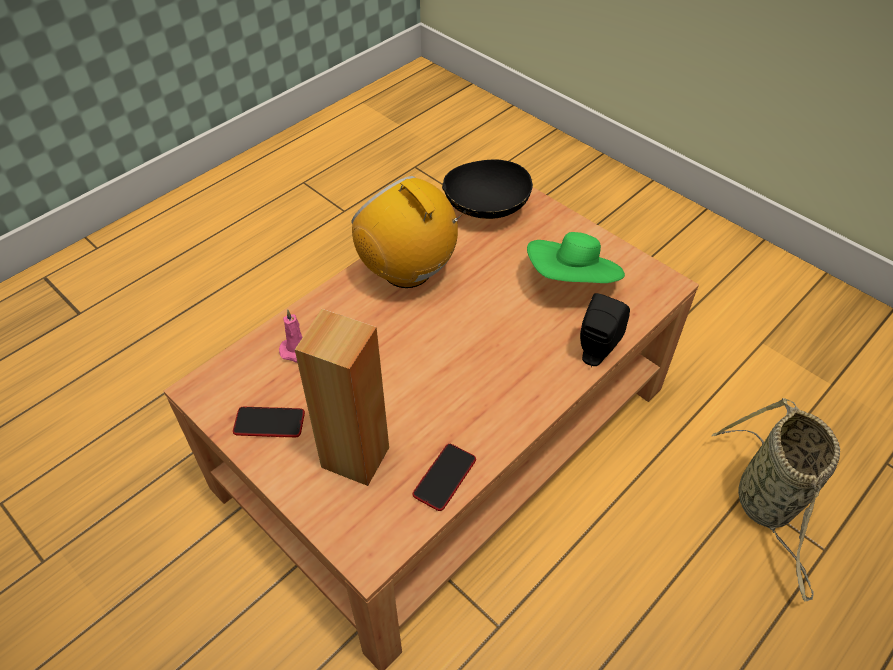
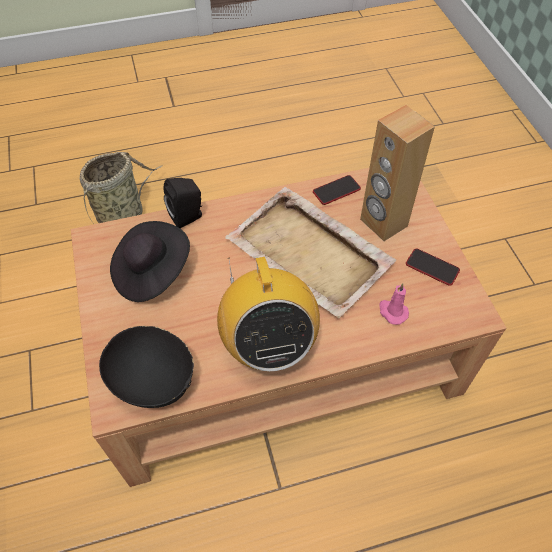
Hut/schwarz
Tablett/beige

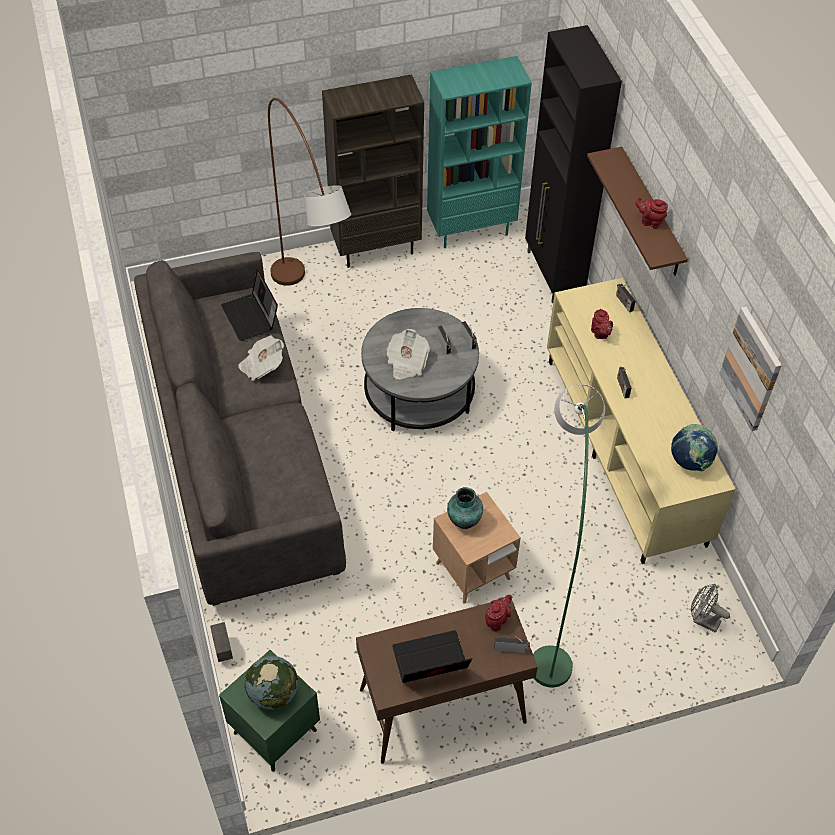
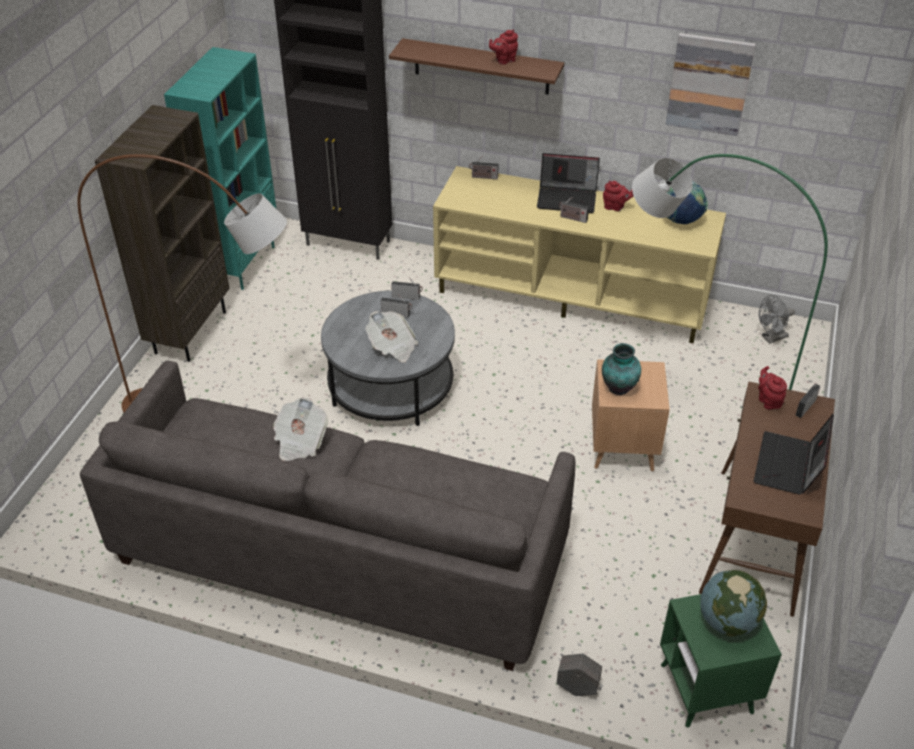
Laptop (no. 1 from left)
Teekanne/rot (no. 2 from left)

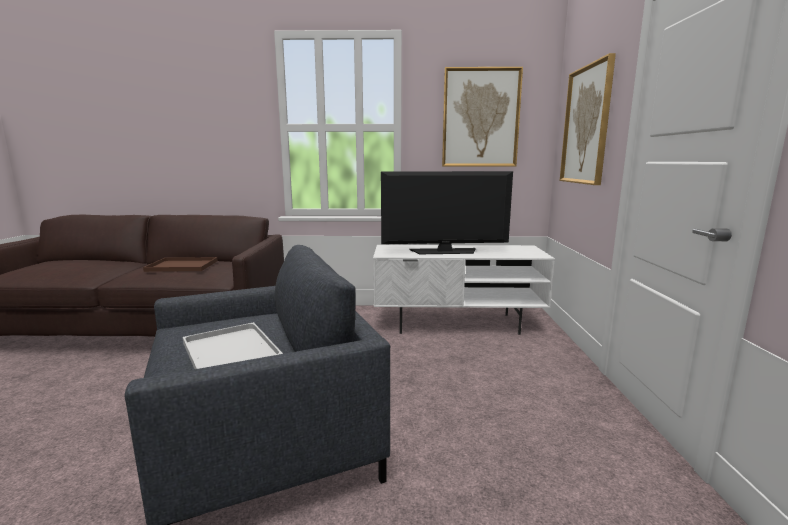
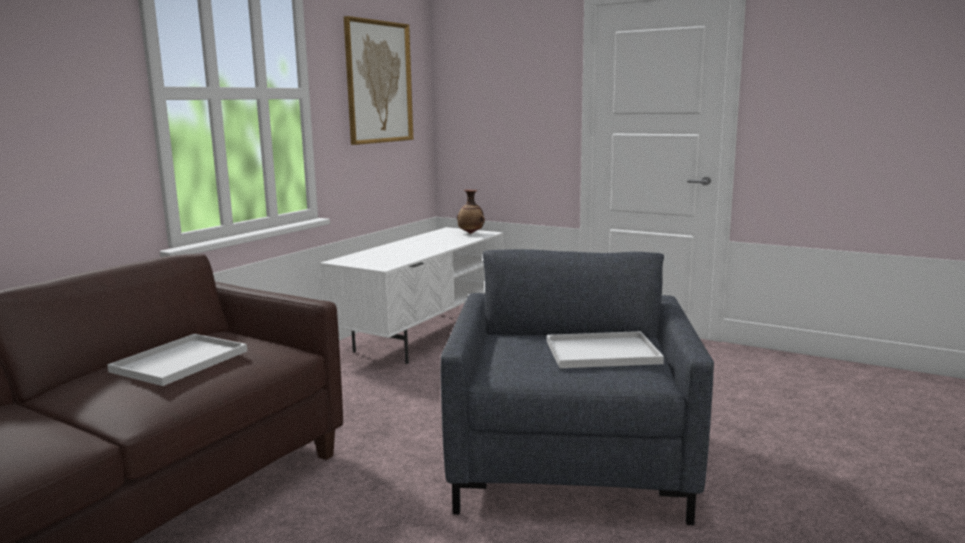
Bild (no. 2 from left in the first image)
Fernseher
Tablett/weiß (no. 1 from left)
Vase

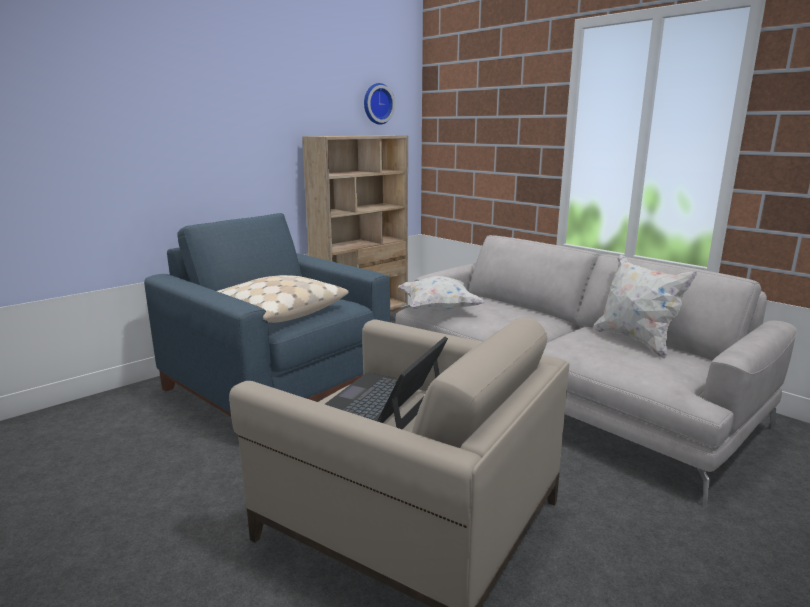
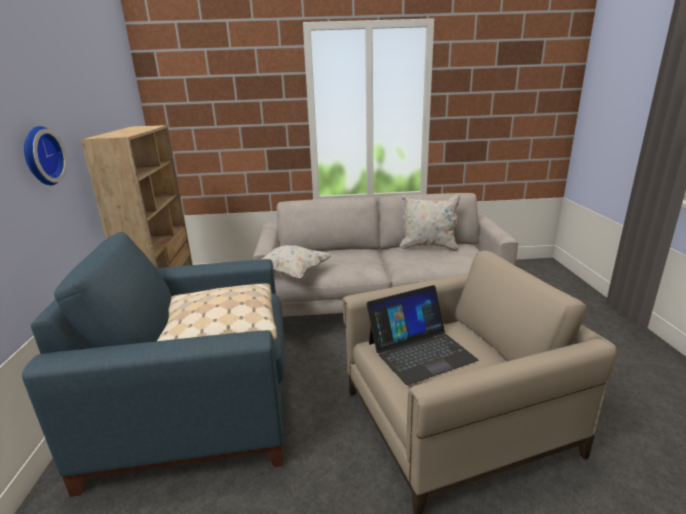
Wanduhr
Laptop

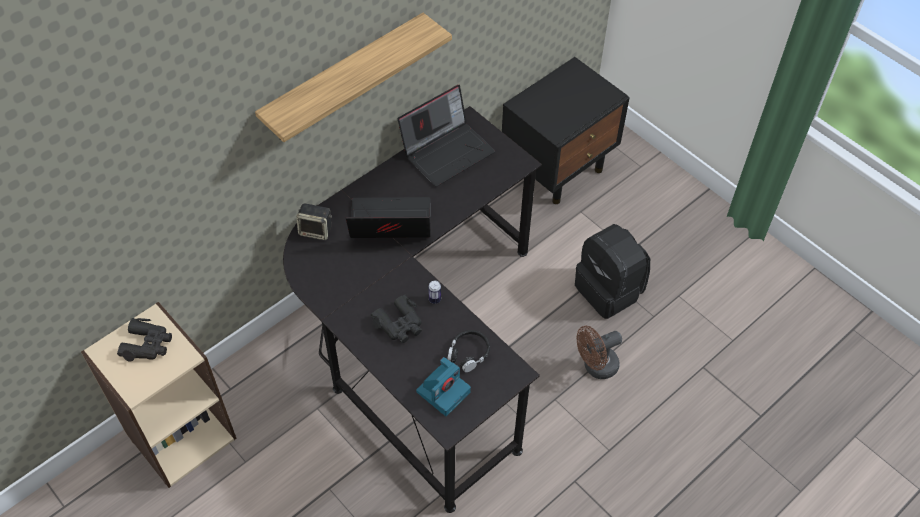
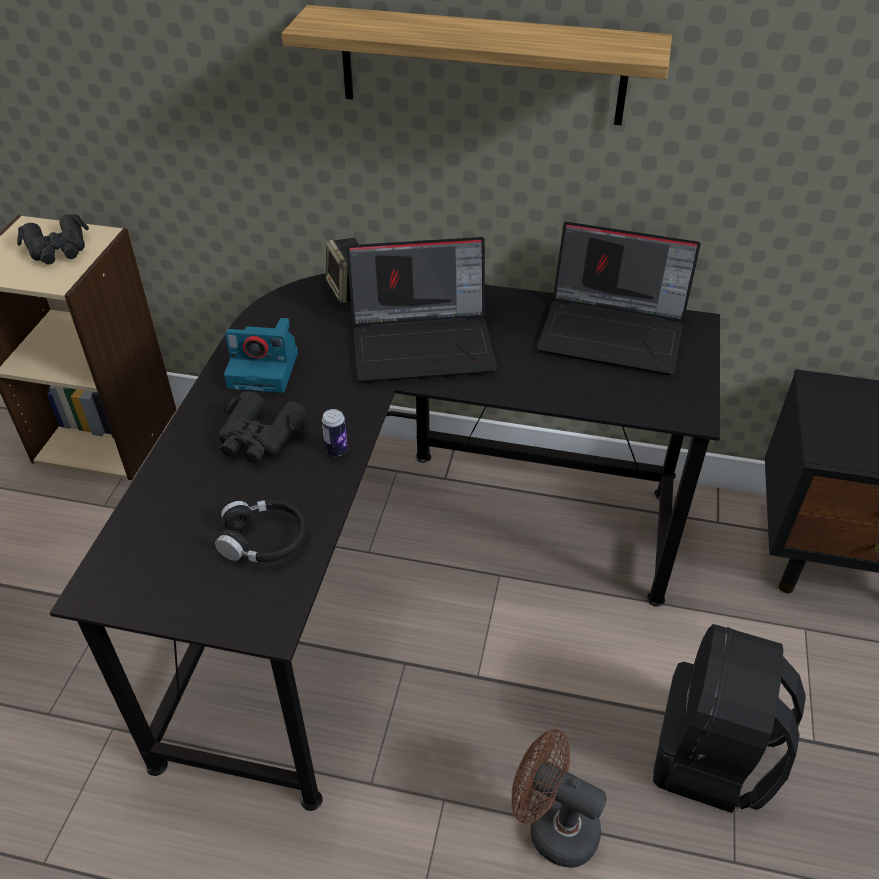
Laptop (no. 1 from left)
Kamera

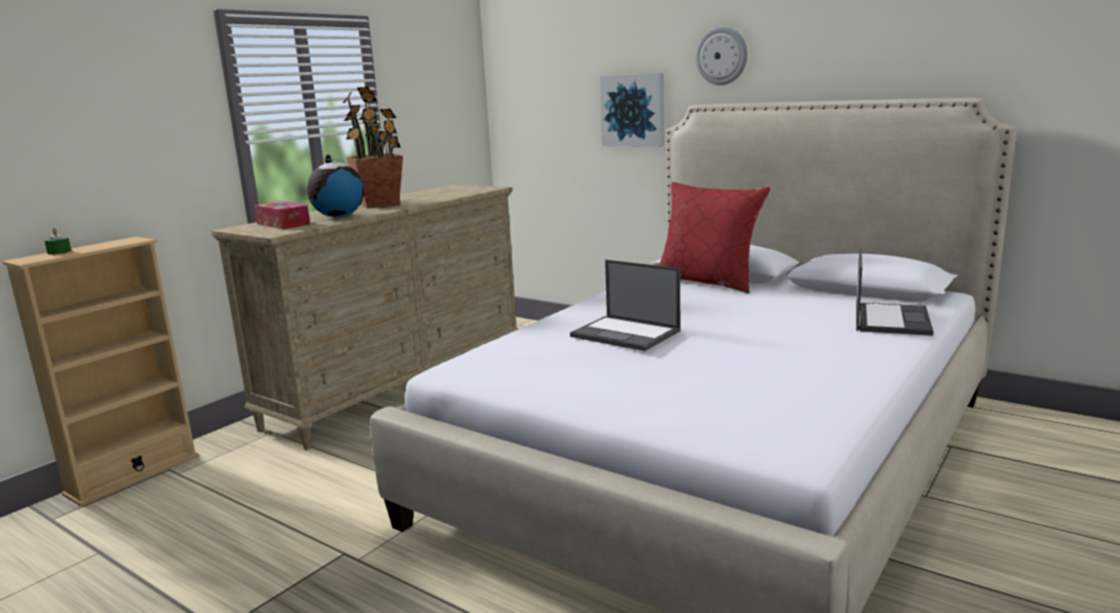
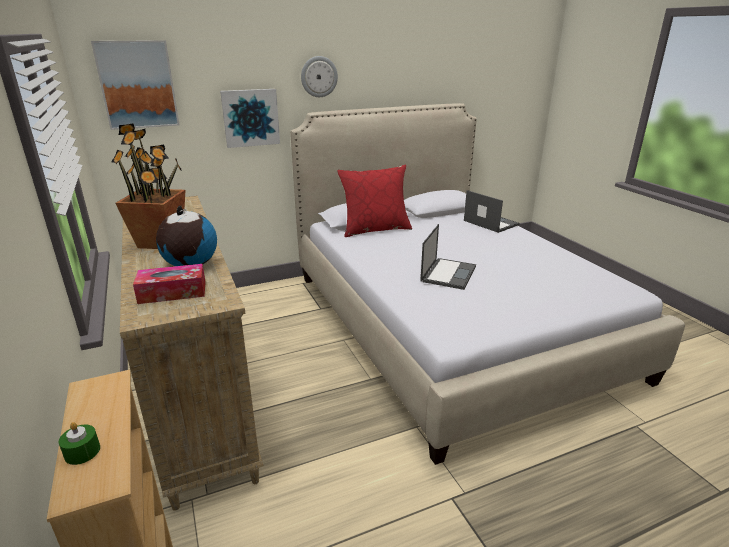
Laptop (no. 1 from left)
Bild (no. 1 from left)

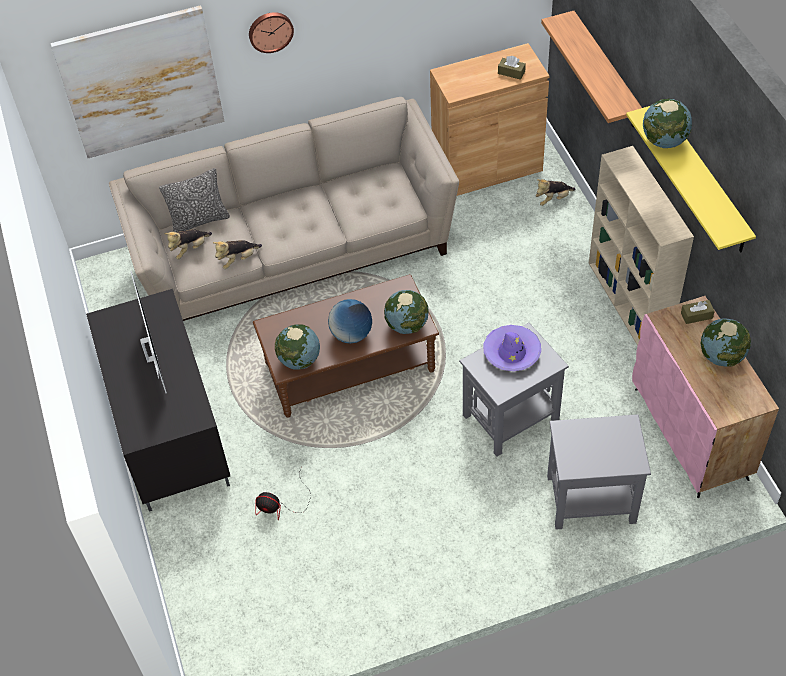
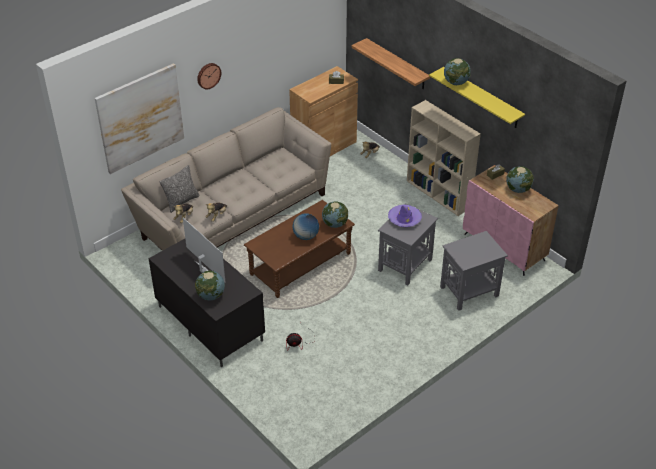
Globus (no. 1 from left)

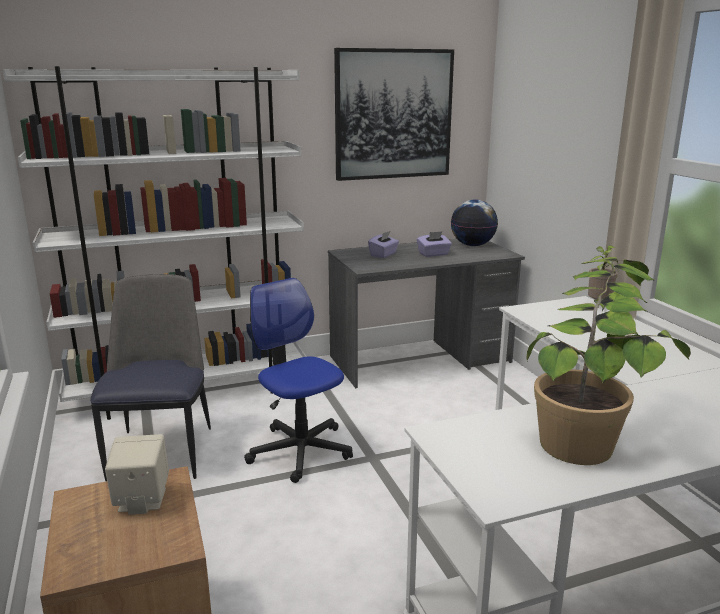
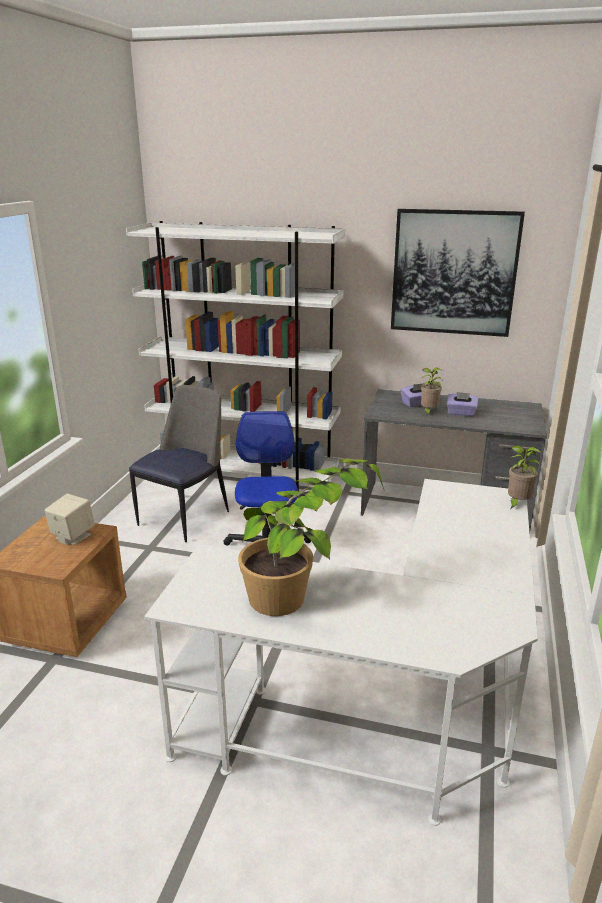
Globus
Topfpflanze (no. 2 from left)

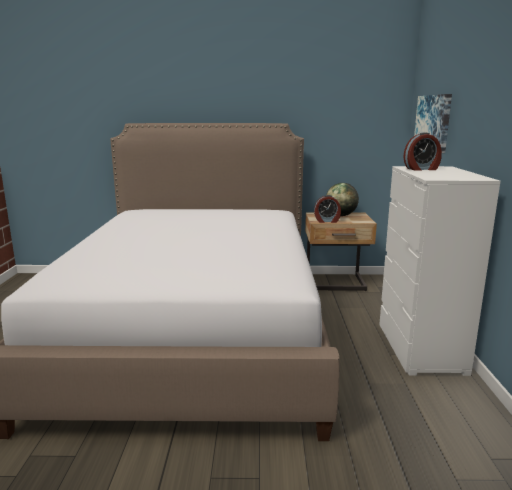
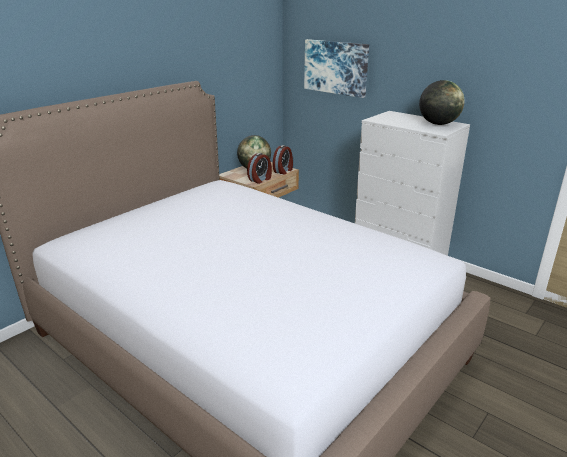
Wecker (no. 2 from left)
Globus (no. 2 from left)

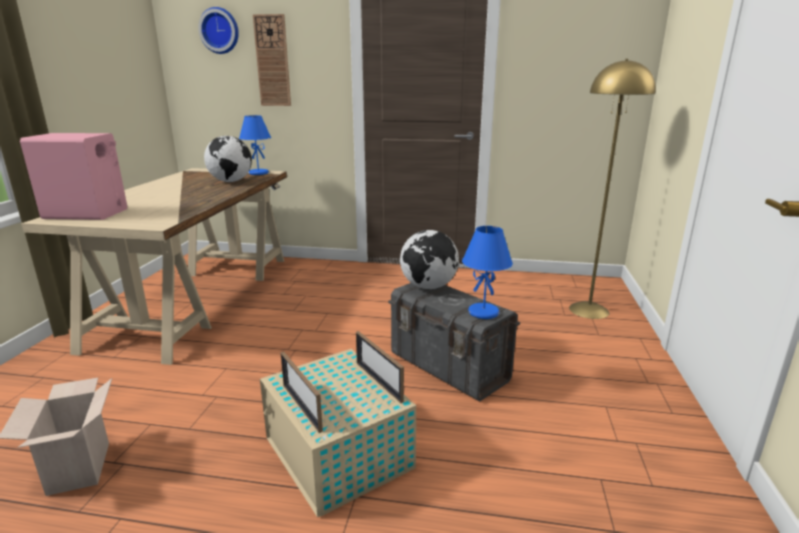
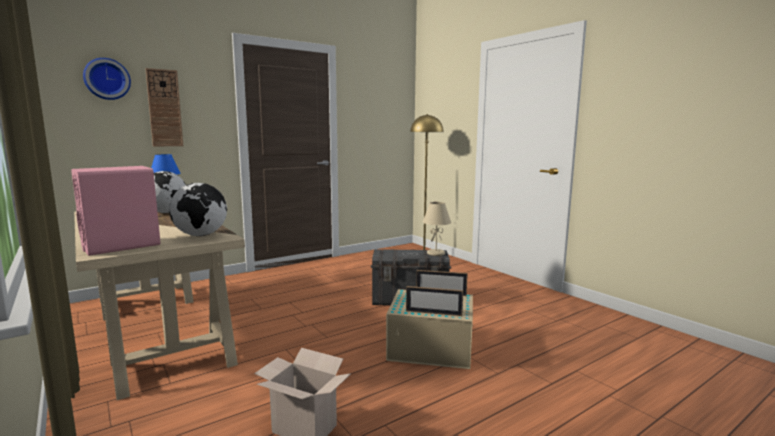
Tischlampe/beige
Globus (no. 2 from left)

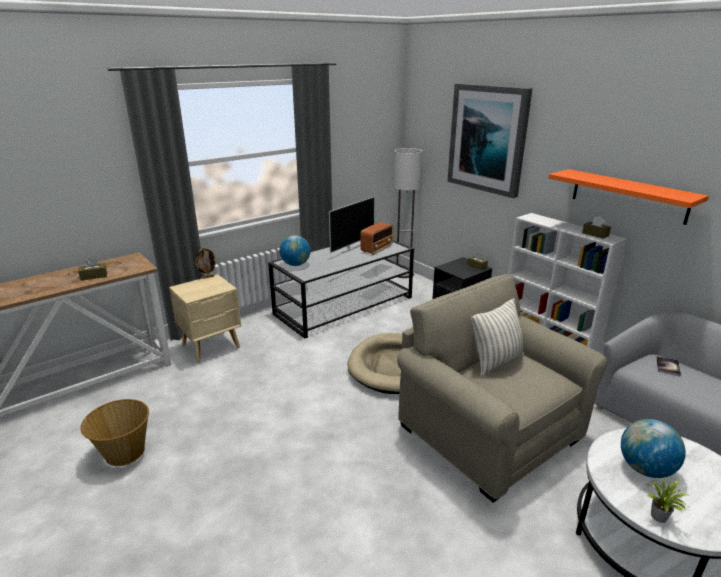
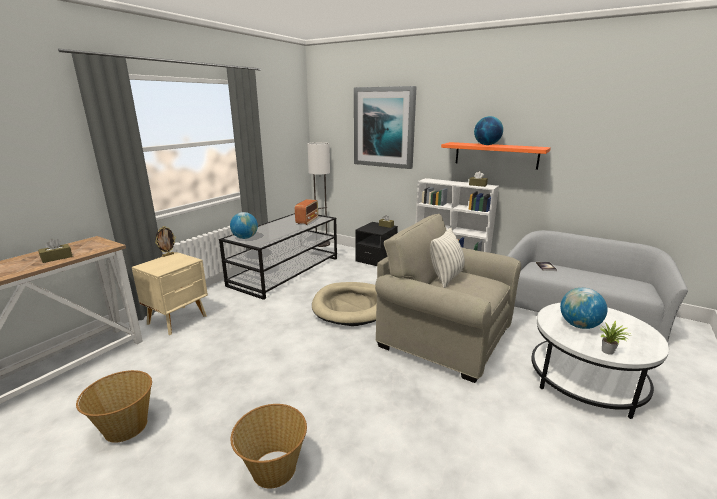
Fernseher
Globus (no. 2 from left)
Korb (no. 2 from left)

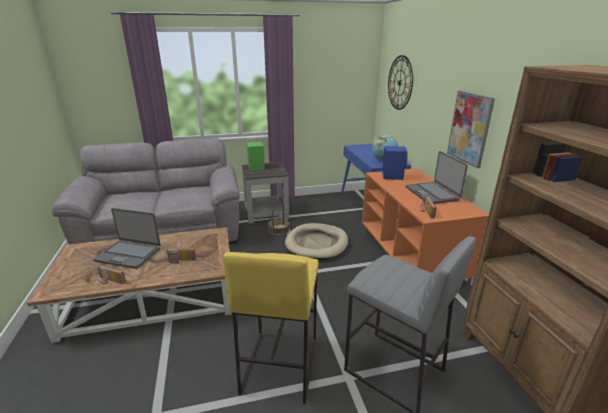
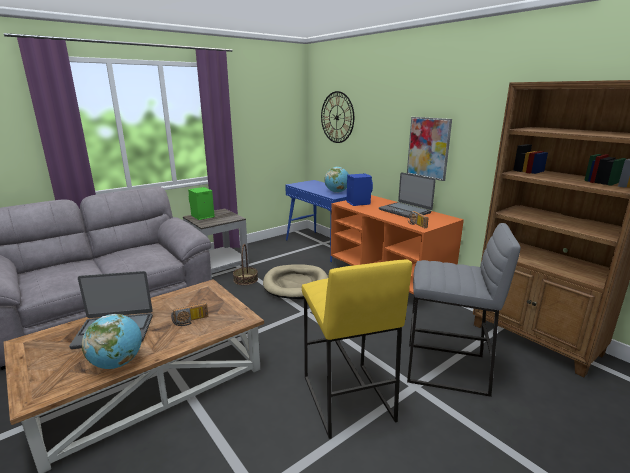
Globus (no. 1 from left)

